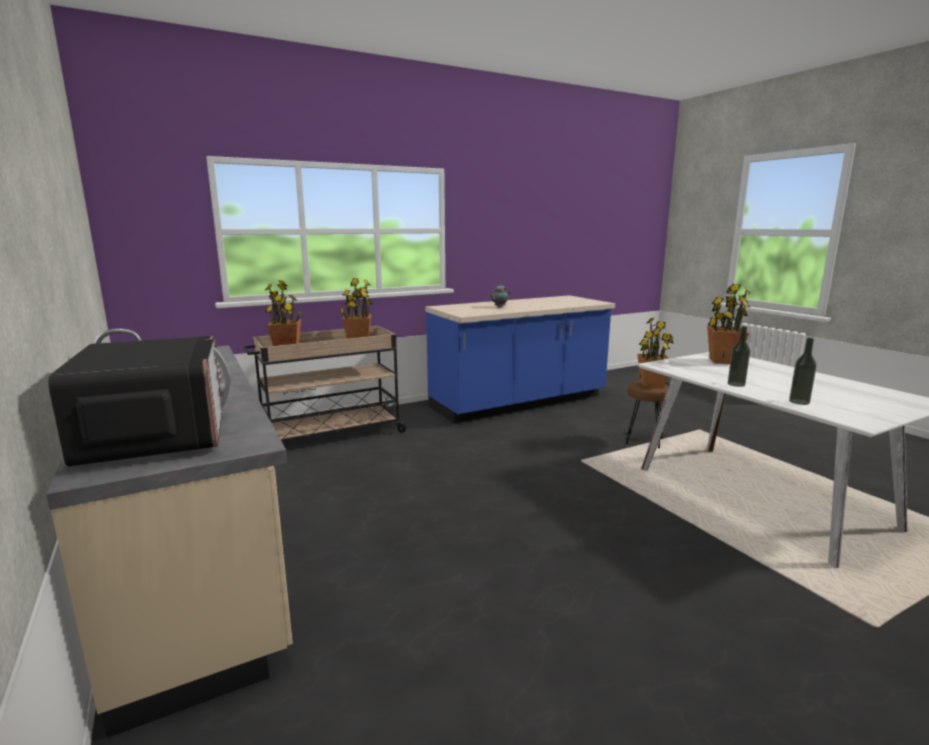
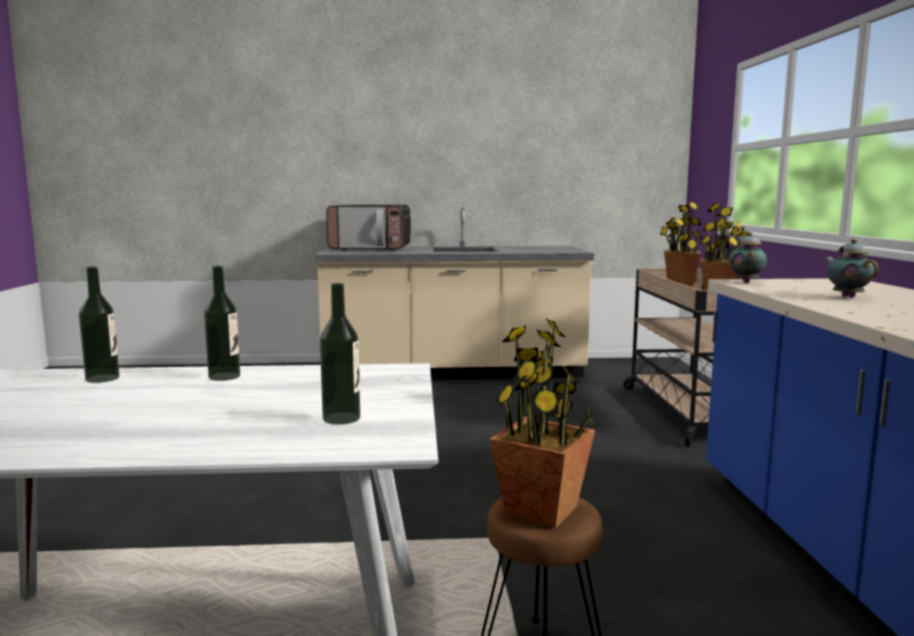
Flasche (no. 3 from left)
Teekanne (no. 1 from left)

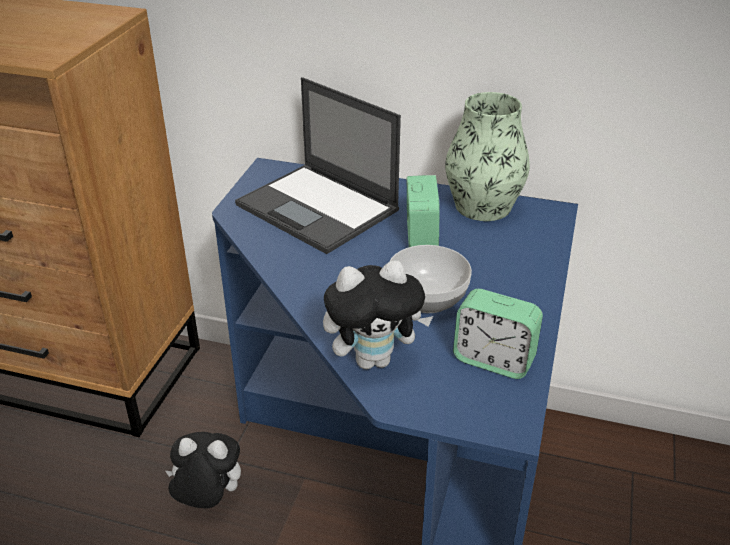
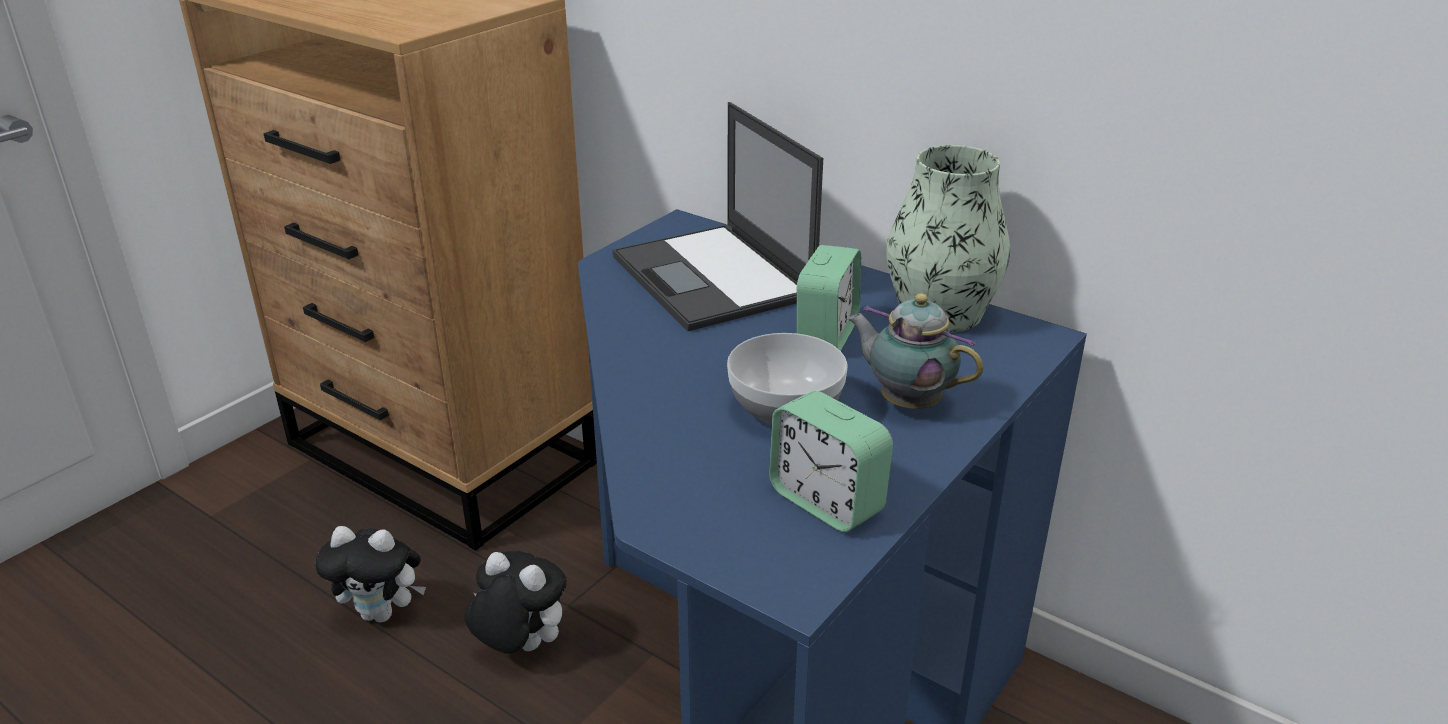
Plüschtier (no. 1 from left)
Teekanne

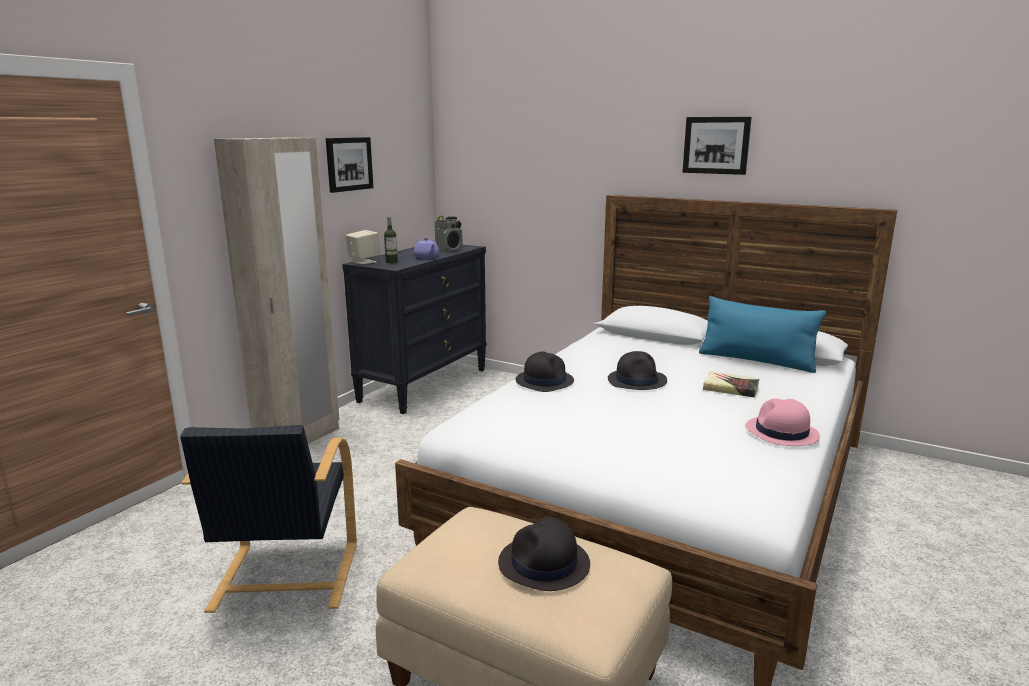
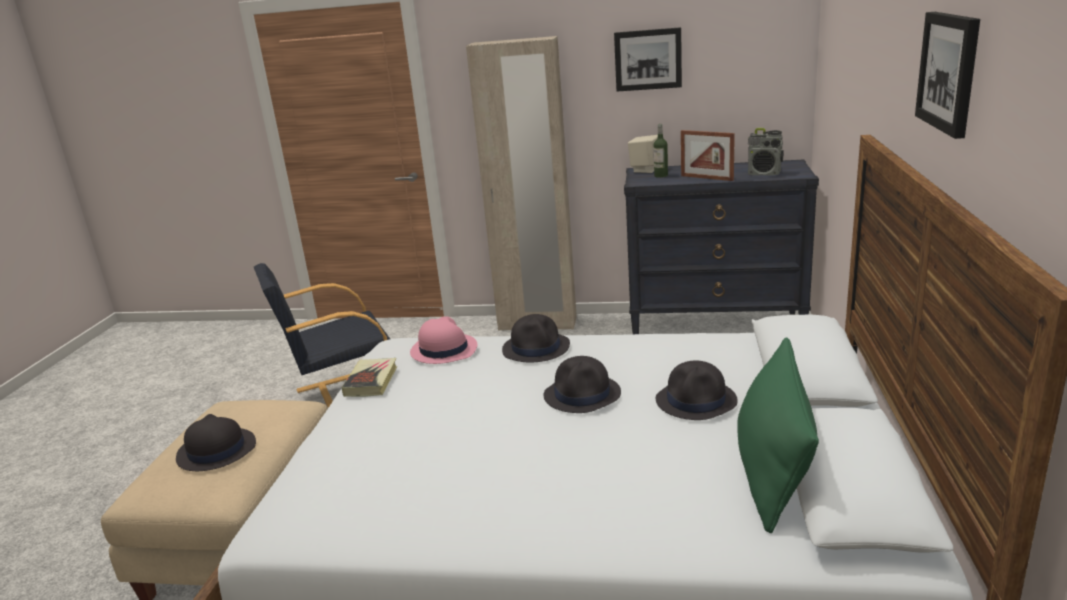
Bilderrahmen
Kissen/grün
Buch
Hut/rosa
Hut/schwarz (no. 4 from left)

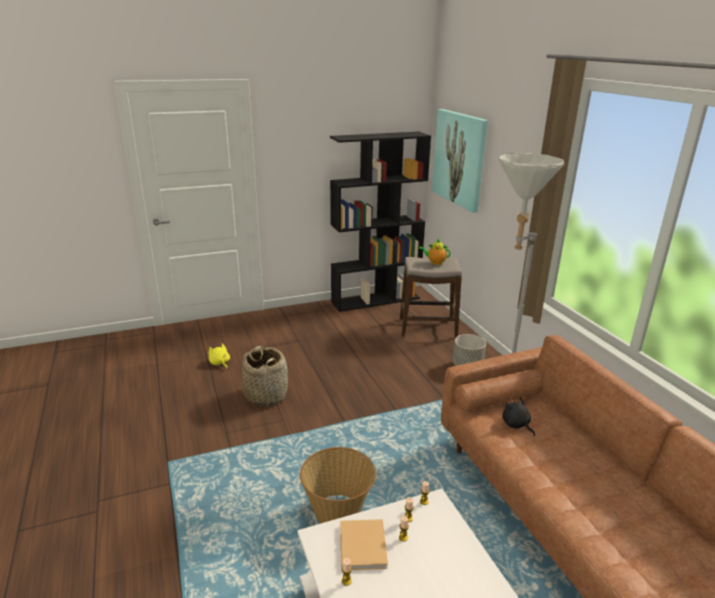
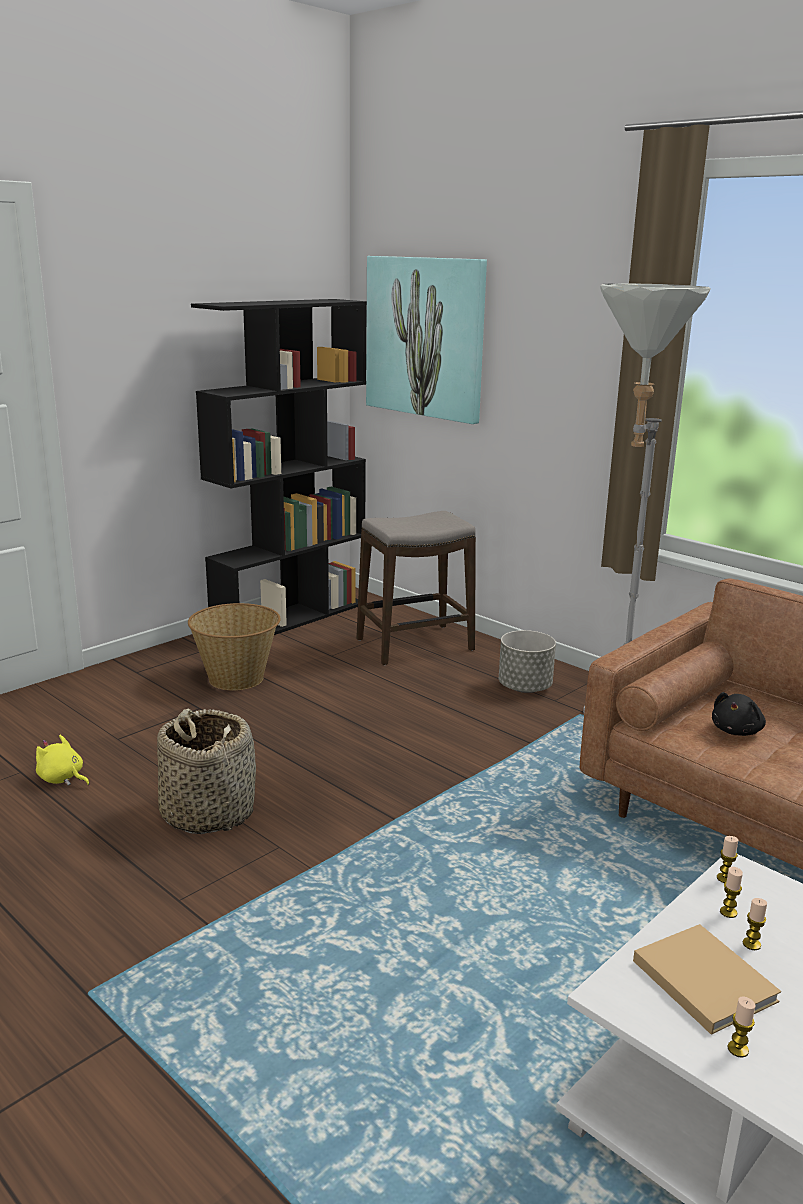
Teekanne
Plüschtier/schwarz
Korb (no. 2 from left)

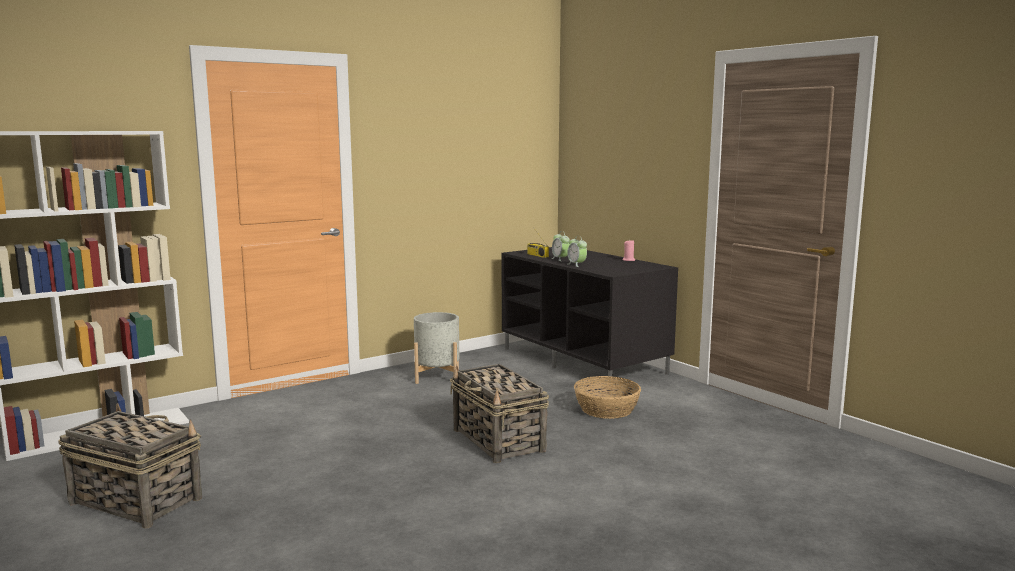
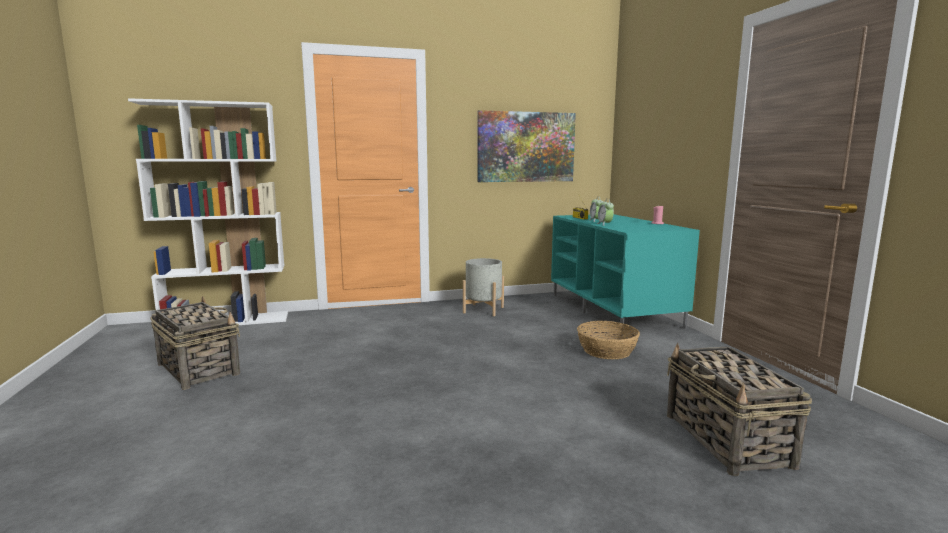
Fernsehschrank/türkis
Korb (no. 3 from left)
Bild

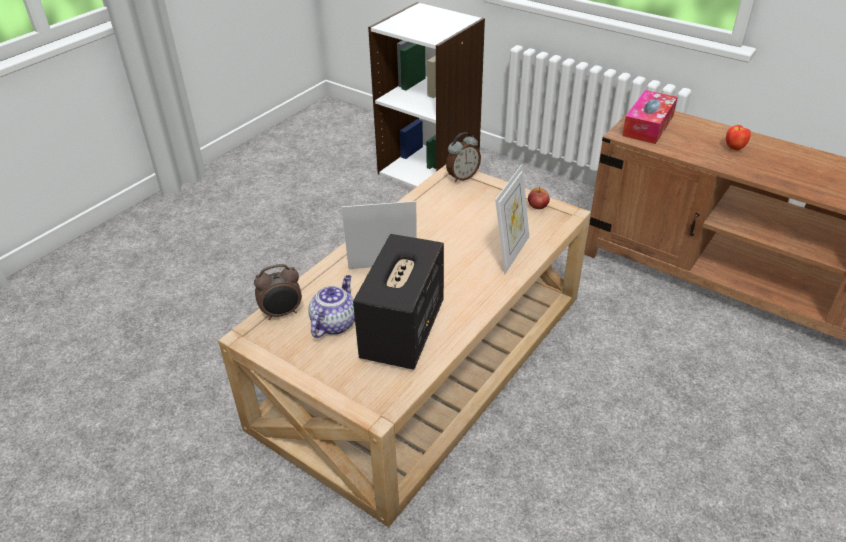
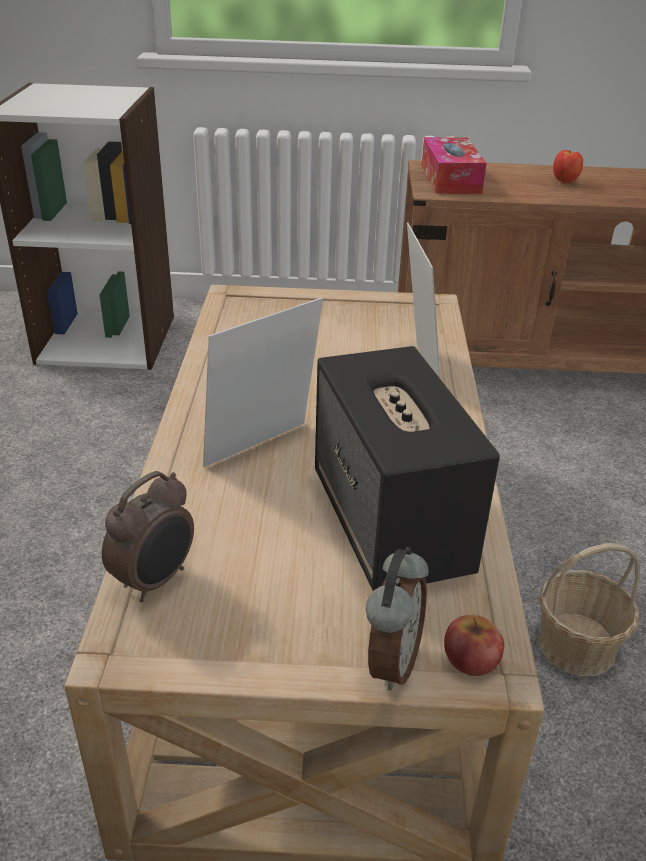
Wecker (no. 2 from left)
Apfel (no. 1 from left)
Teekanne
Korb

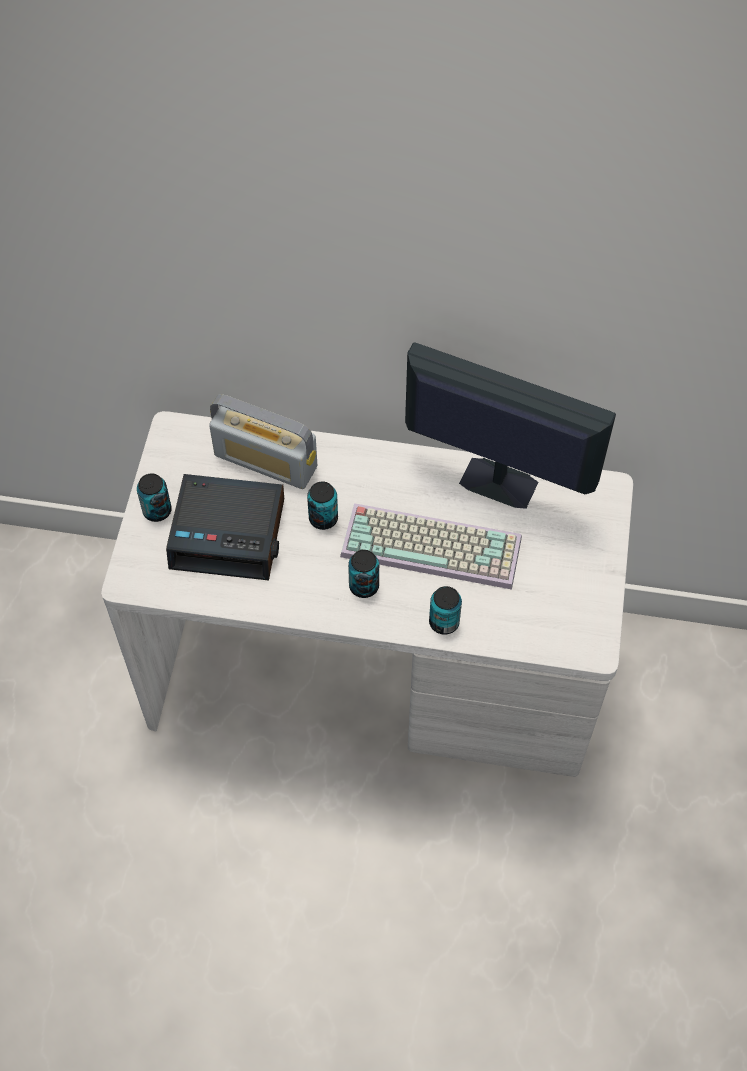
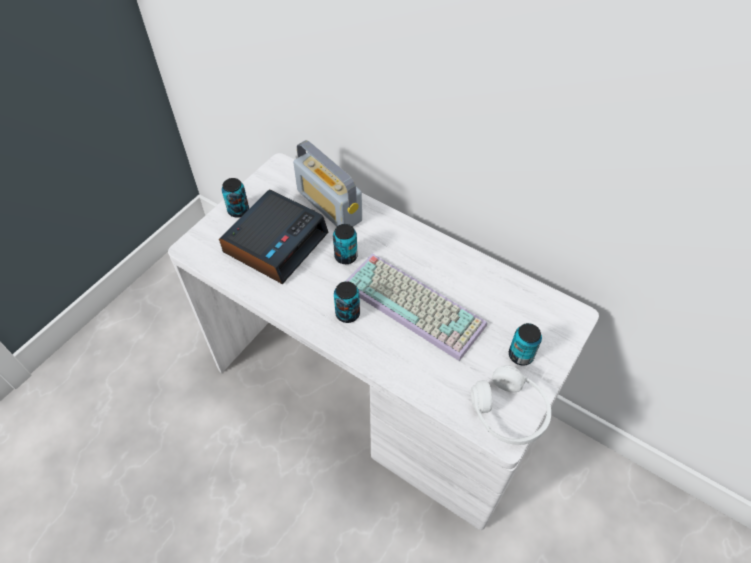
Monitor
Wecker
Dose (no. 4 from left)
Kopfhörer/weiß

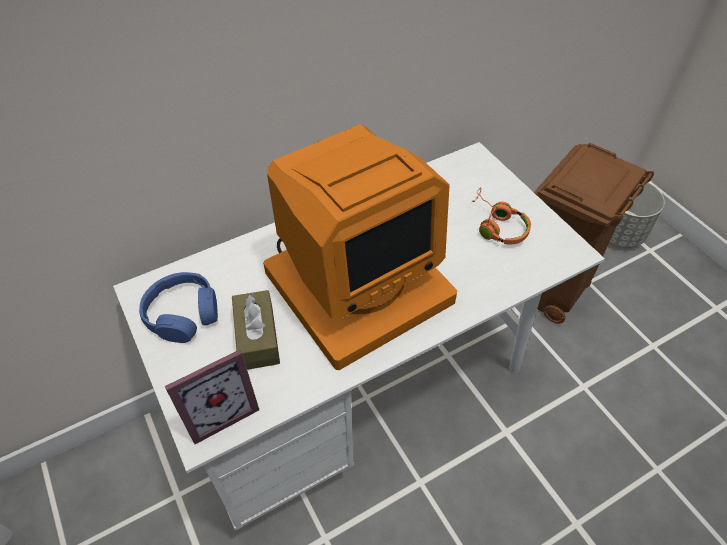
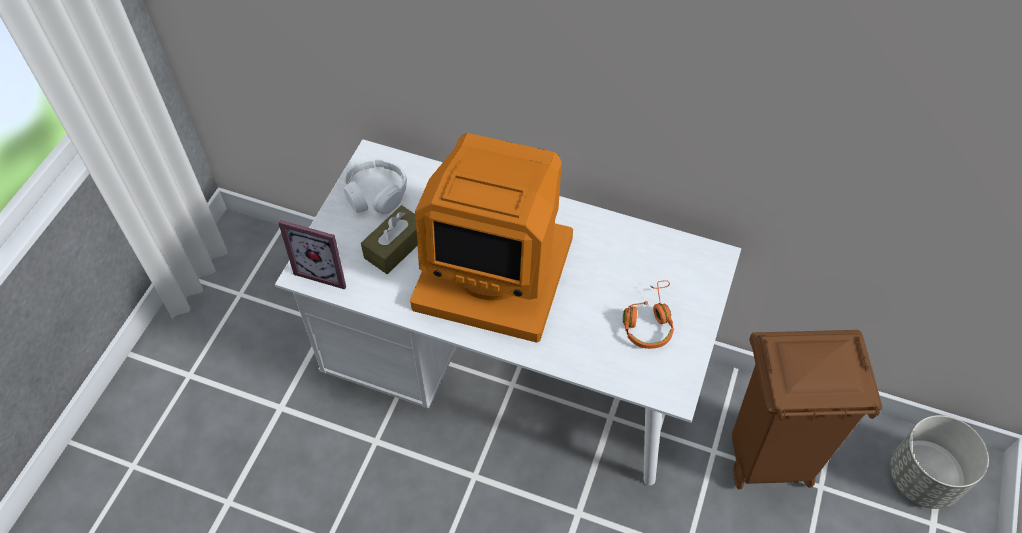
Kopfhörer/weiß

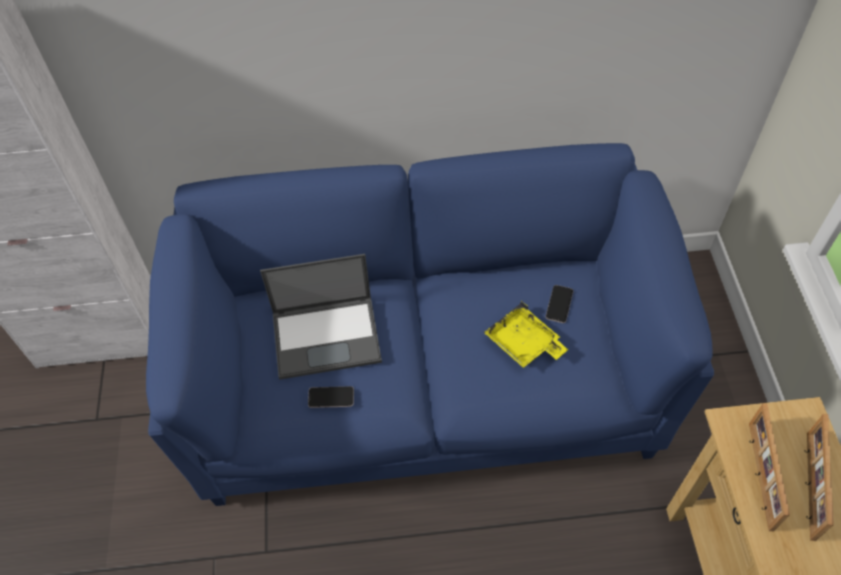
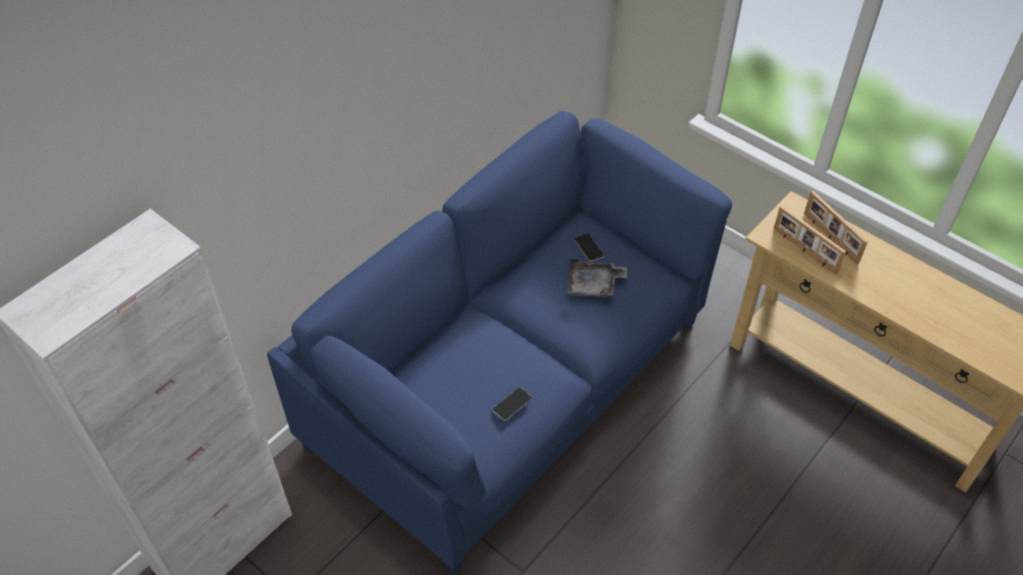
Laptop
Tablett/grau

